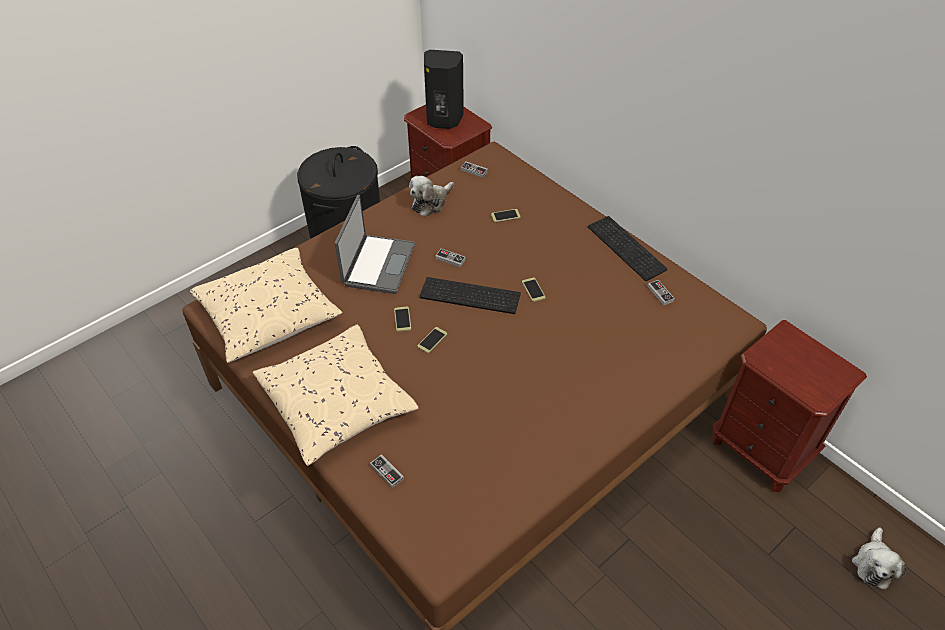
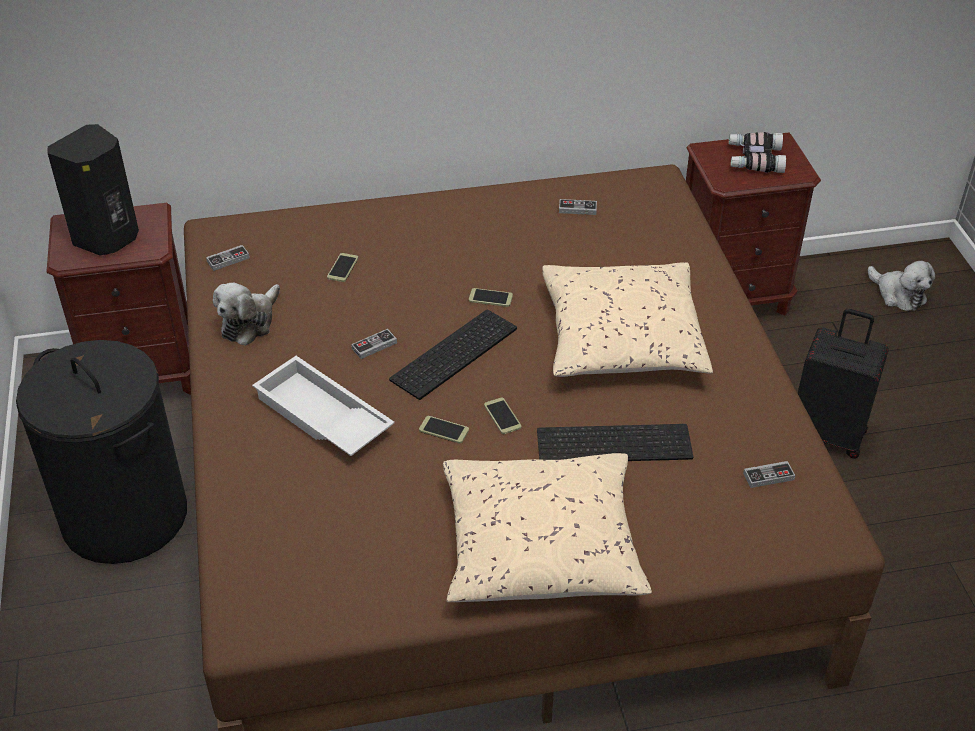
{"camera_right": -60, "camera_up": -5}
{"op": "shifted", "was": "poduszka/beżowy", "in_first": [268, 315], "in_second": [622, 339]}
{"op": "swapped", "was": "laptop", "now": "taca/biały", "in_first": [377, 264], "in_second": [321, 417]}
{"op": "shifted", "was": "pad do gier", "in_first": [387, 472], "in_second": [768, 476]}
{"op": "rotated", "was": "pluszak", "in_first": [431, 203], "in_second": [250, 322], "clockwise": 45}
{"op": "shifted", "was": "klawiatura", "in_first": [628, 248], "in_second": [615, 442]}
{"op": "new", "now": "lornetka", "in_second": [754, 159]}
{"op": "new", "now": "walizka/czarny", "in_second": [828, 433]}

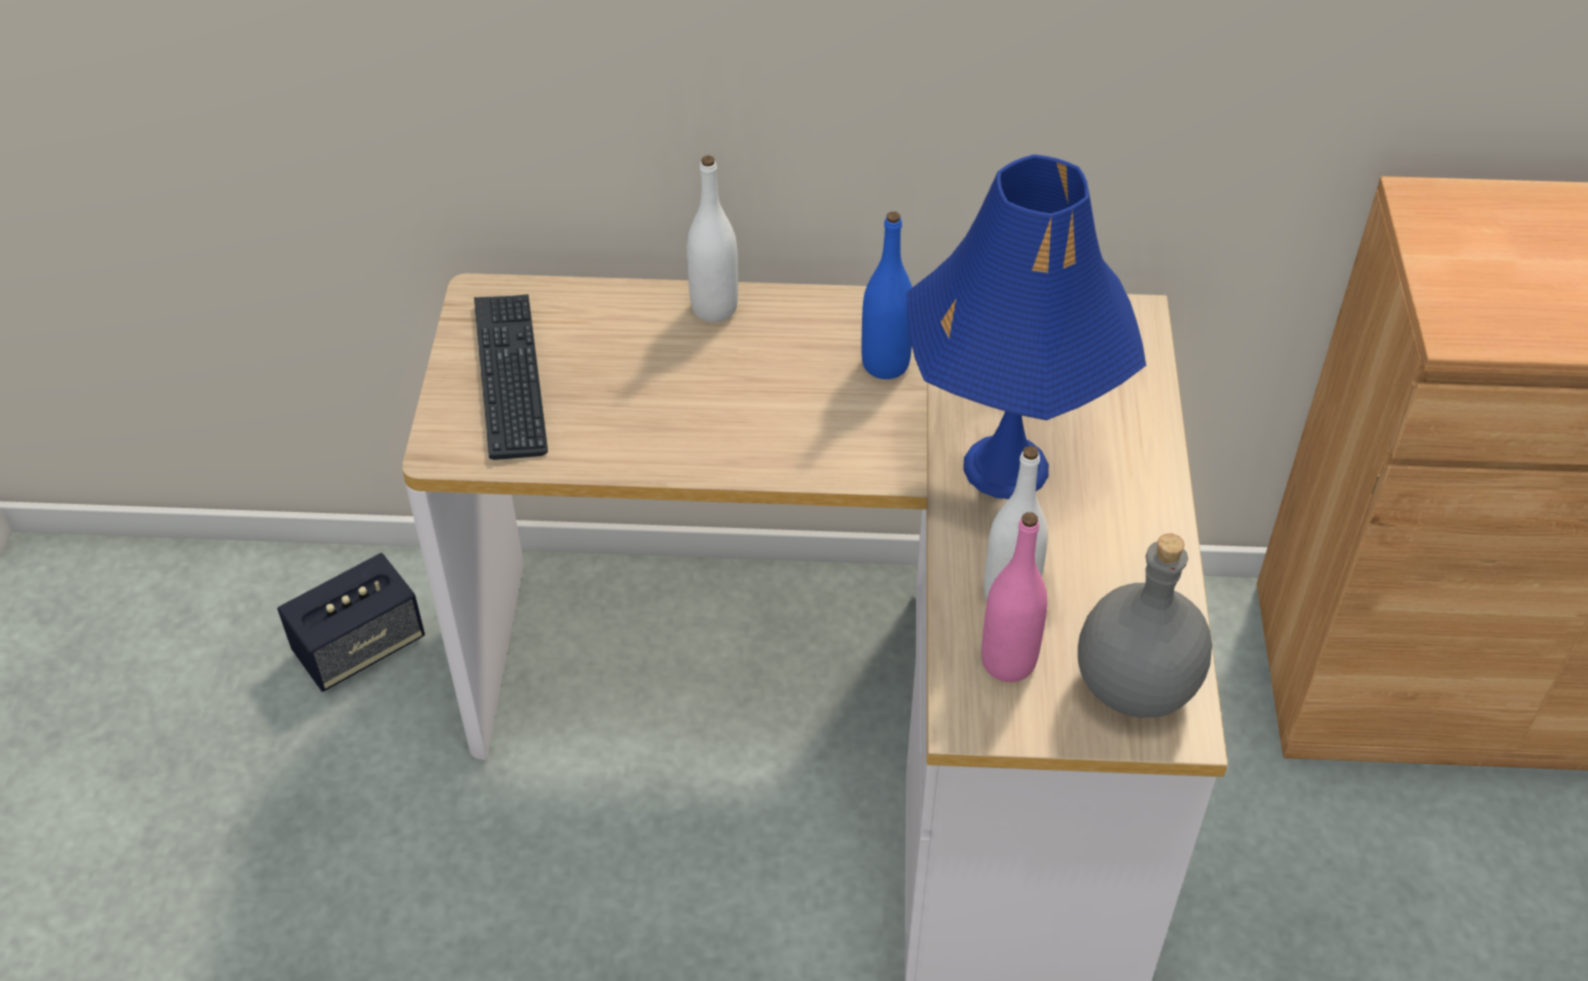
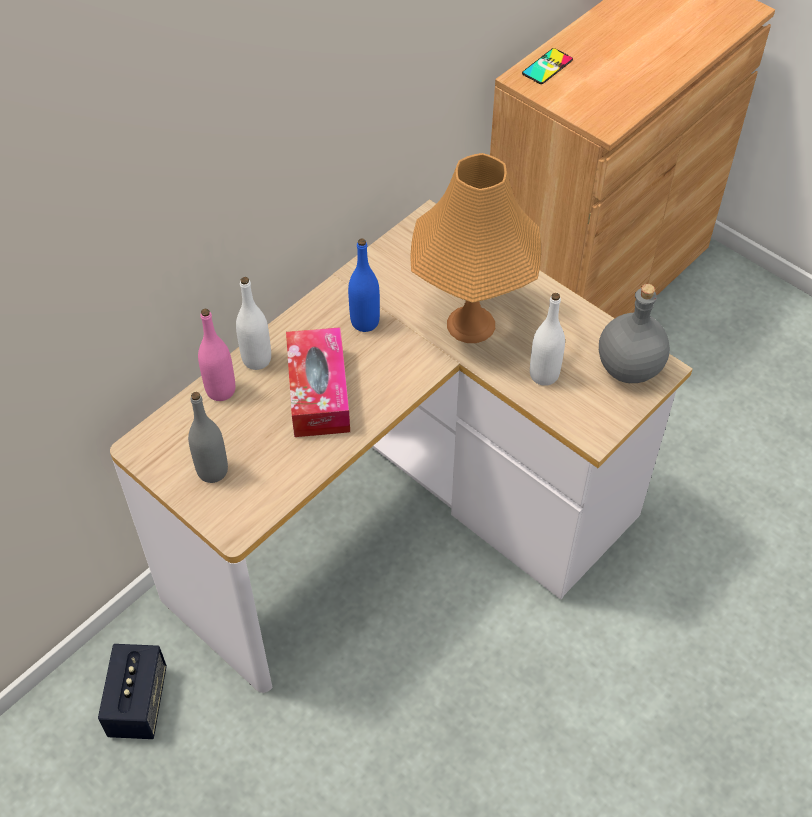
{"camera_right": -50, "camera_up": 5}
{"op": "swapped", "was": "klawiatura", "now": "butelka/szary", "in_first": [510, 377], "in_second": [212, 471]}
{"op": "repainted", "was": "lampa stołowa/niebieski", "now": "lampa stołowa/pomarańczowy", "in_first": [1005, 466], "in_second": [470, 324]}
{"op": "shifted", "was": "butelka/różowy", "in_first": [1008, 662], "in_second": [221, 390]}
{"op": "new", "now": "pudełko chusteczek", "in_second": [318, 392]}
{"op": "new", "now": "telefon", "in_second": [547, 66]}

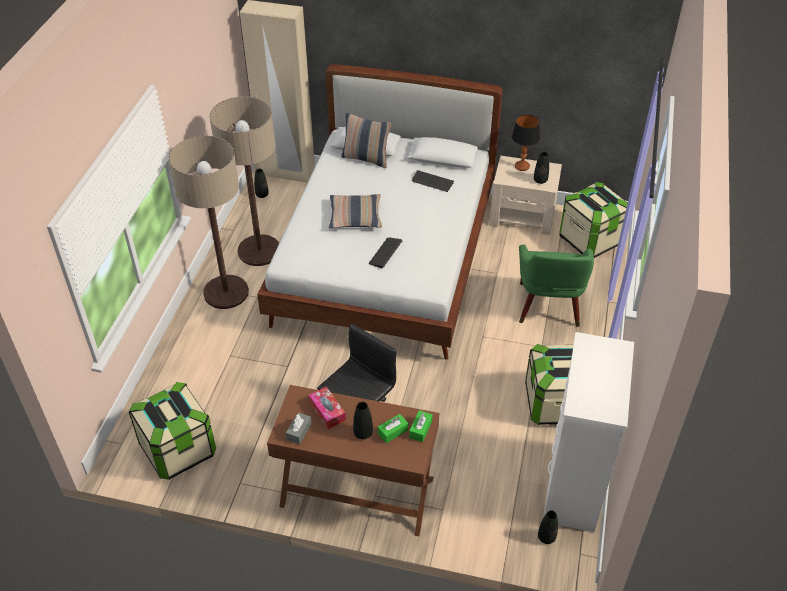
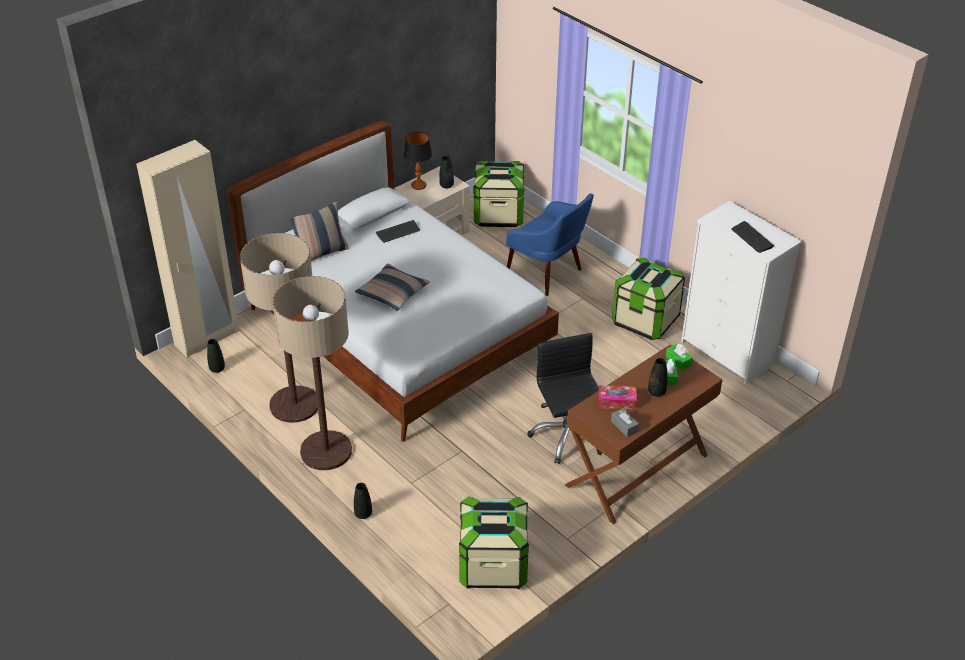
{"camera_right": -55, "camera_up": -5}
{"op": "shifted", "was": "klawiatura", "in_first": [385, 253], "in_second": [752, 238]}
{"op": "repainted", "was": "fotel/zielony", "now": "fotel/niebieski", "in_first": [548, 308], "in_second": [548, 274]}
{"op": "shifted", "was": "wazon/czarny", "in_first": [546, 537], "in_second": [363, 514]}

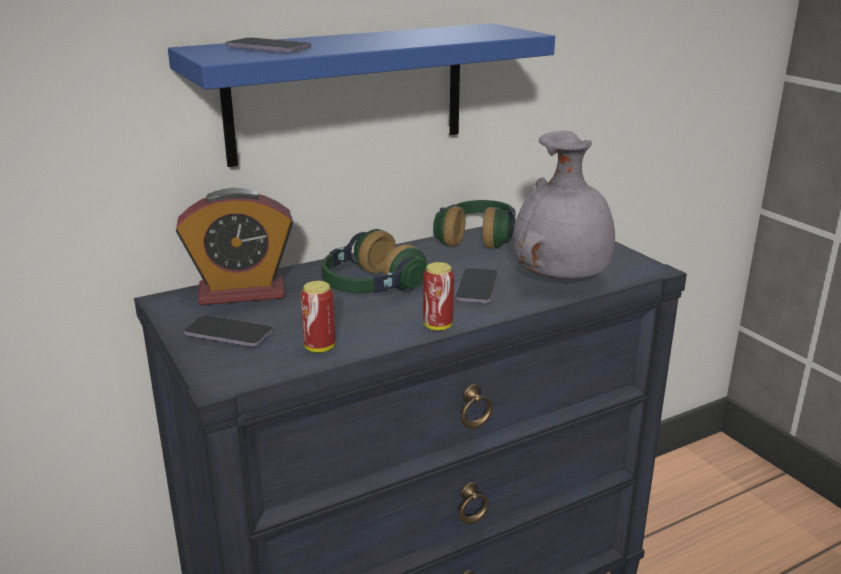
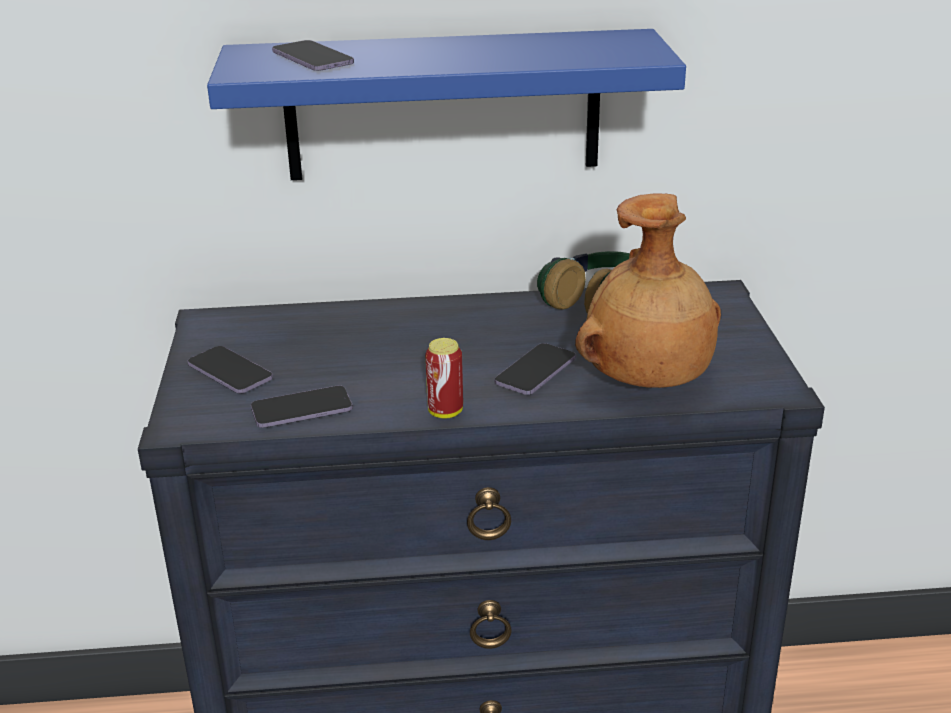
{"camera_right": 25, "camera_up": 5}
{"op": "gone", "was": "budzik", "in_first": [242, 293]}
{"op": "swapped", "was": "puszka", "now": "telefon", "in_first": [320, 348], "in_second": [302, 410]}
{"op": "gone", "was": "słuchawki", "in_first": [370, 288]}
{"op": "repainted", "was": "wazon/szary", "now": "wazon/brązowy", "in_first": [562, 279], "in_second": [648, 382]}

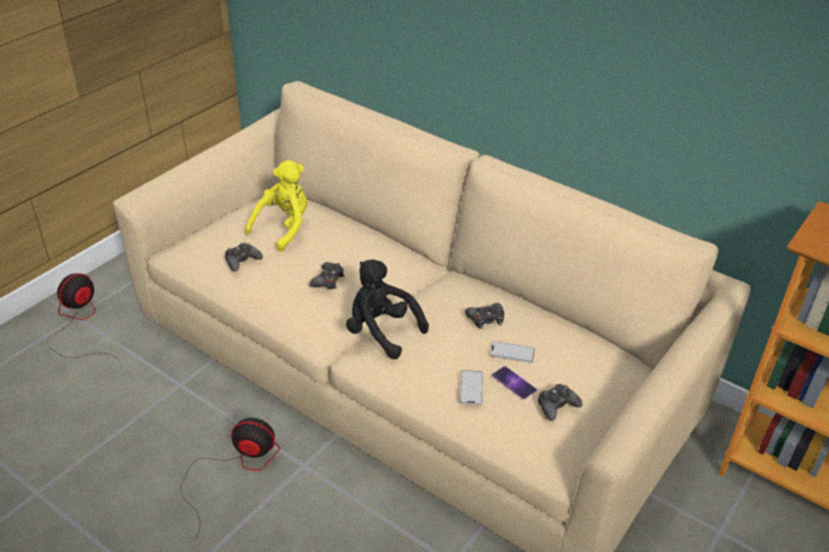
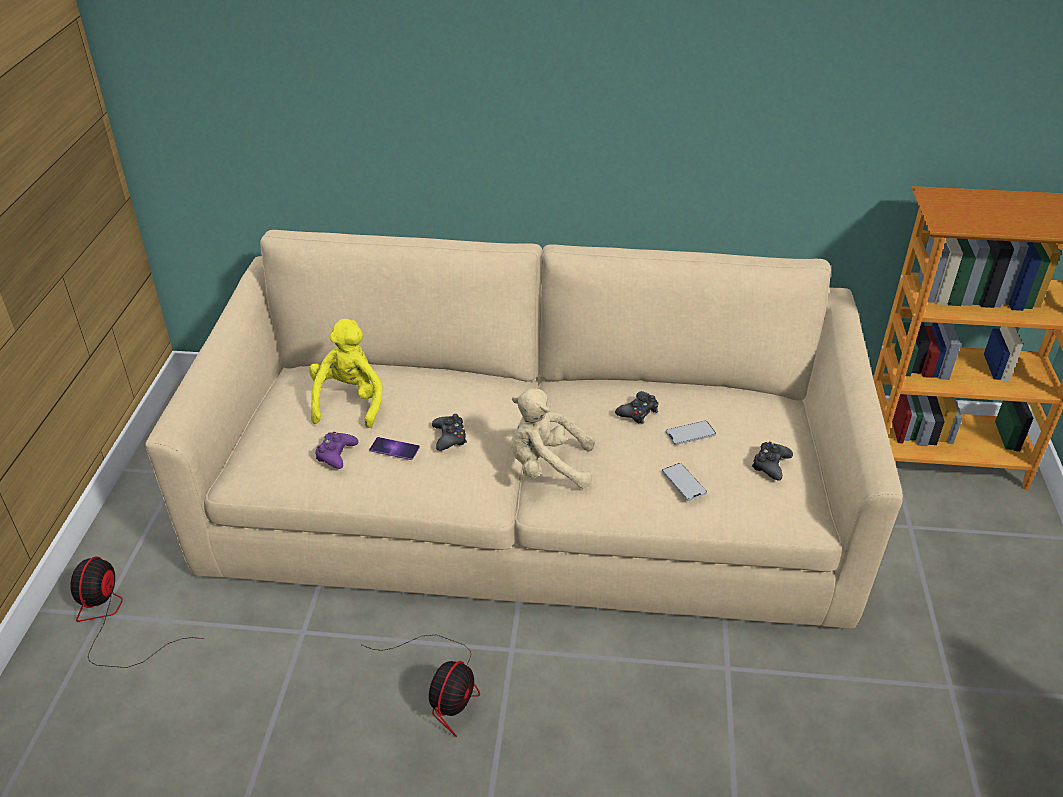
{"camera_right": -30, "camera_up": 0}
{"op": "rotated", "was": "wentylator", "in_first": [235, 468], "in_second": [443, 688], "clockwise": 135}
{"op": "repainted", "was": "pad do gier/czarny", "now": "pad do gier/fioletowy", "in_first": [242, 261], "in_second": [336, 454]}
{"op": "repainted", "was": "pluszak/czarny", "now": "pluszak/beżowy", "in_first": [381, 332], "in_second": [547, 467]}
{"op": "shifted", "was": "telefon", "in_first": [514, 383], "in_second": [394, 449]}

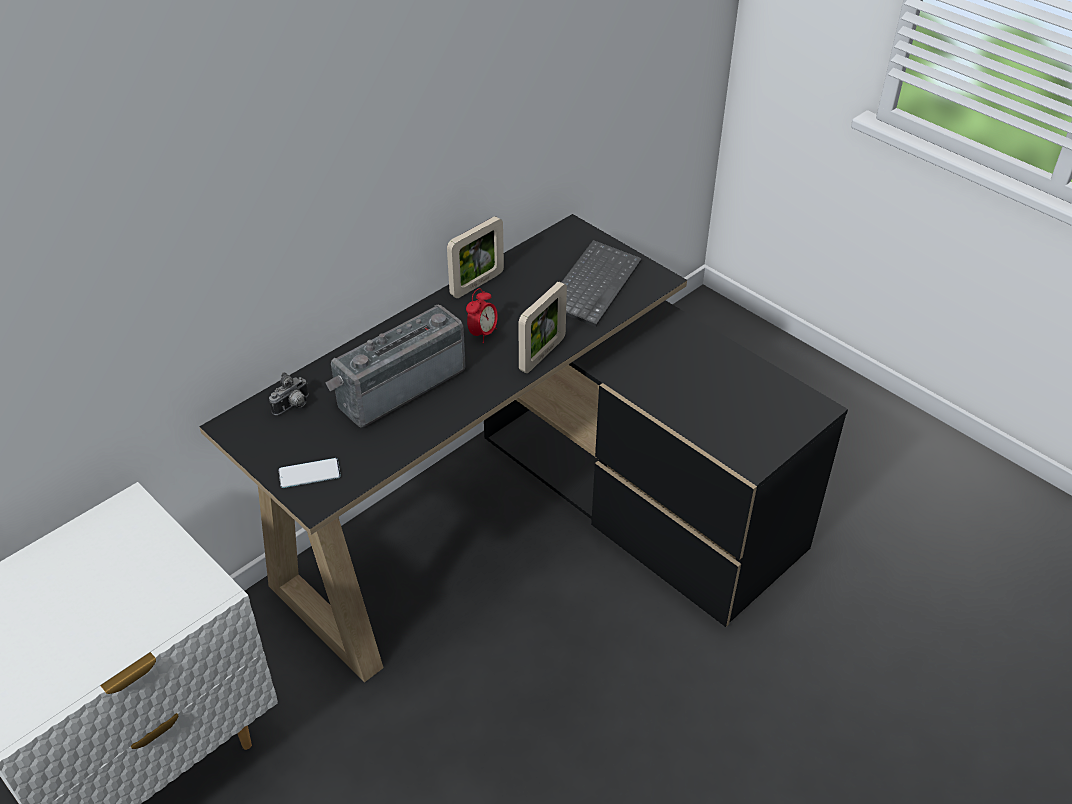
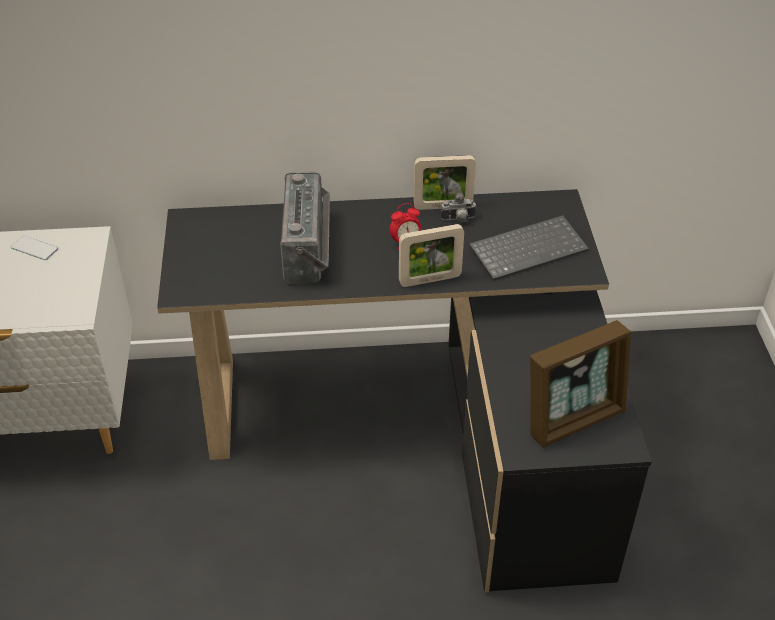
{"camera_right": 40, "camera_up": 0}
{"op": "shifted", "was": "aparat fotograficzny", "in_first": [293, 406], "in_second": [458, 220]}
{"op": "shifted", "was": "telefon", "in_first": [309, 473], "in_second": [34, 248]}
{"op": "rotated", "was": "radio", "in_first": [398, 385], "in_second": [310, 248], "clockwise": 90}
{"op": "new", "now": "ramka na zdjęcie", "in_second": [574, 418]}

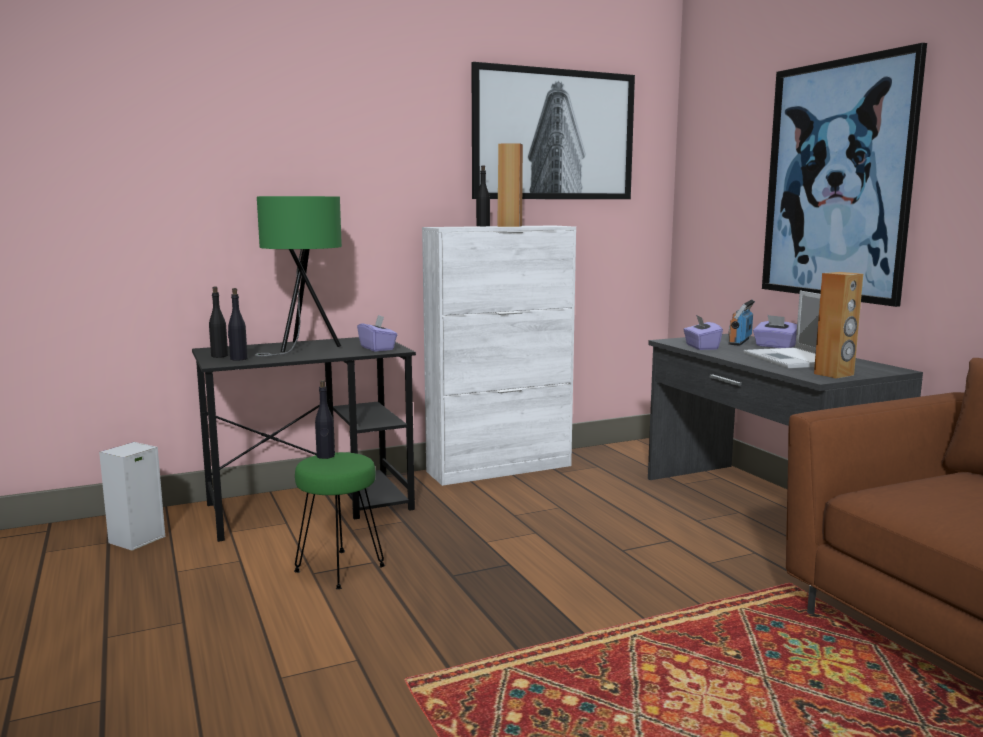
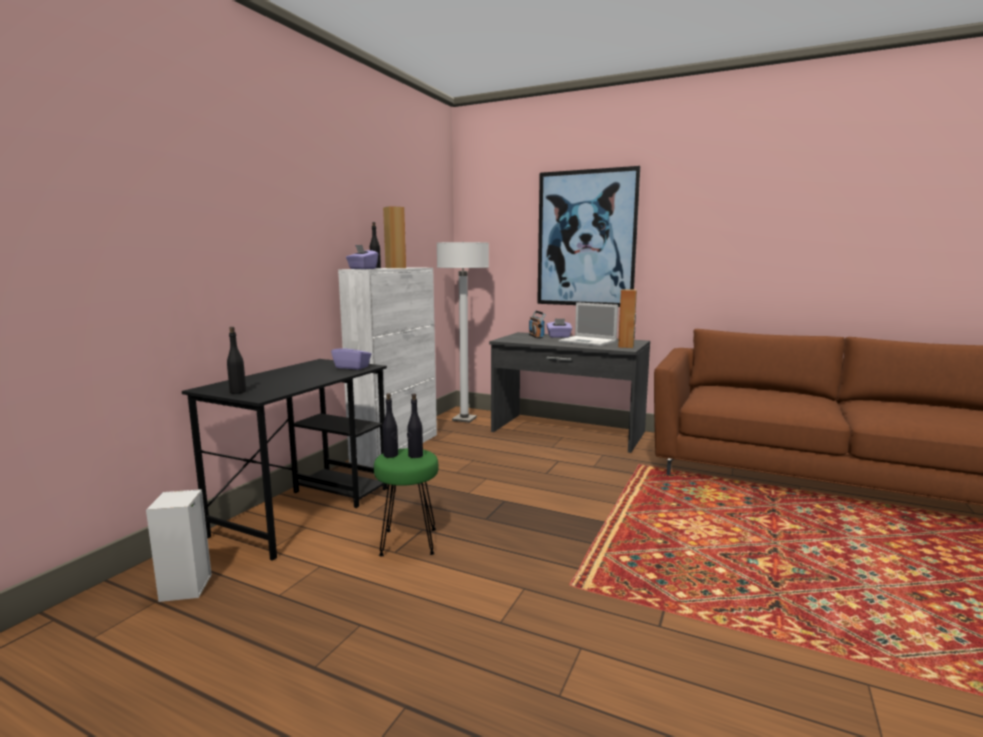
{"camera_right": -40, "camera_up": 0}
{"op": "shifted", "was": "butelka/czarny", "in_first": [238, 359], "in_second": [415, 455]}
{"op": "gone", "was": "lampa stołowa/zielony", "in_first": [302, 349]}
{"op": "gone", "was": "obraz", "in_first": [553, 135]}
{"op": "shifted", "was": "pudełko chusteczek/fioletowy", "in_first": [701, 347], "in_second": [362, 268]}
{"op": "new", "now": "lampa stojąca/biały", "in_second": [464, 419]}

